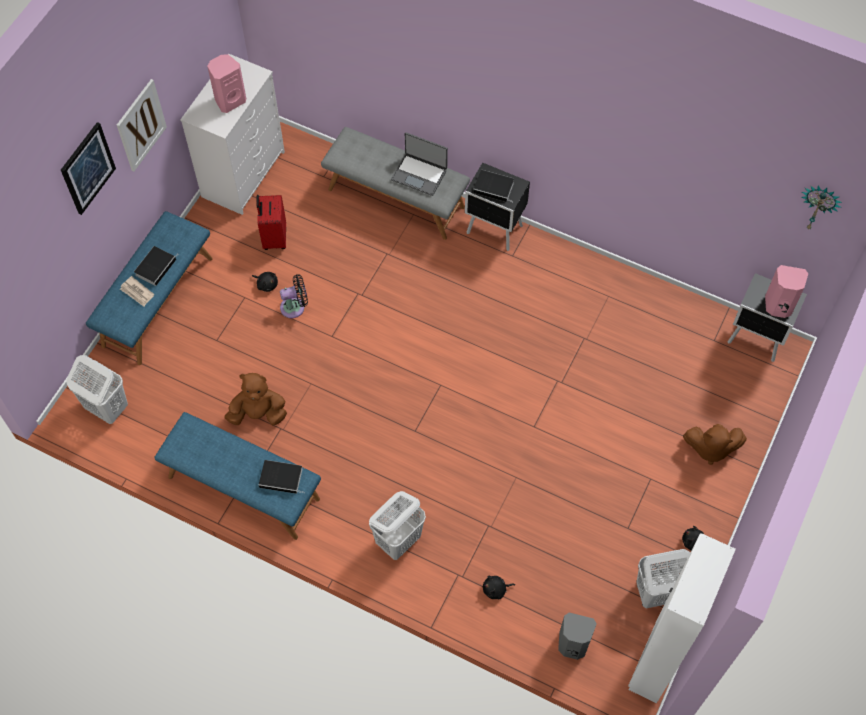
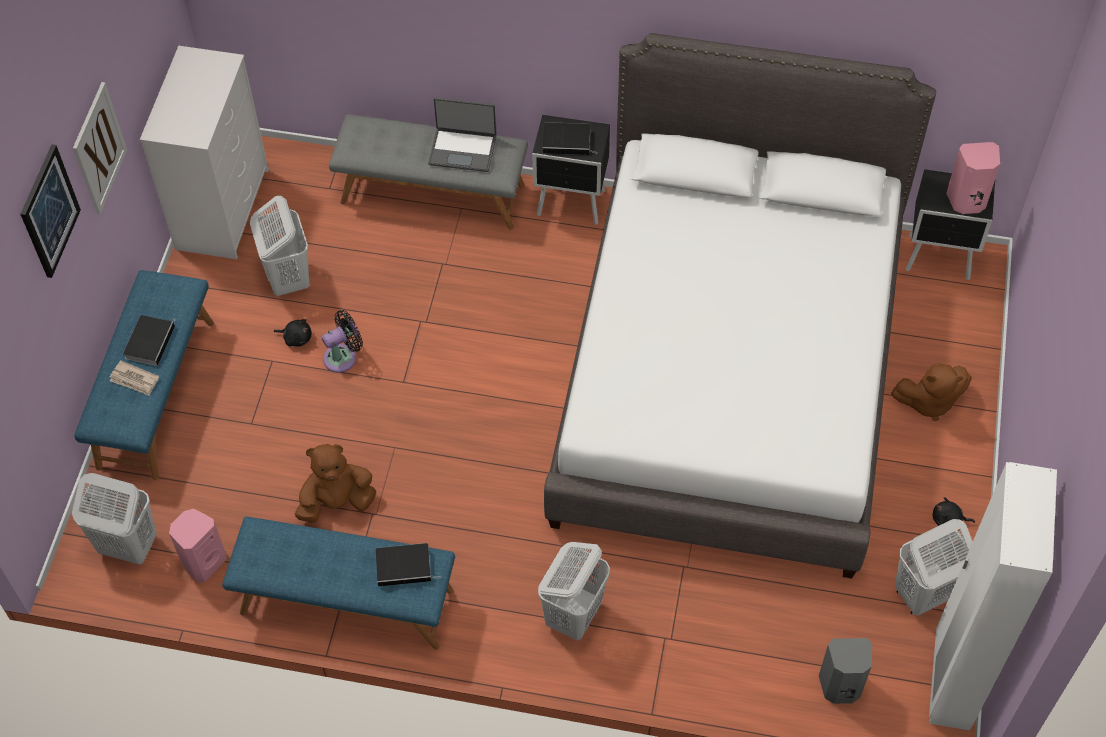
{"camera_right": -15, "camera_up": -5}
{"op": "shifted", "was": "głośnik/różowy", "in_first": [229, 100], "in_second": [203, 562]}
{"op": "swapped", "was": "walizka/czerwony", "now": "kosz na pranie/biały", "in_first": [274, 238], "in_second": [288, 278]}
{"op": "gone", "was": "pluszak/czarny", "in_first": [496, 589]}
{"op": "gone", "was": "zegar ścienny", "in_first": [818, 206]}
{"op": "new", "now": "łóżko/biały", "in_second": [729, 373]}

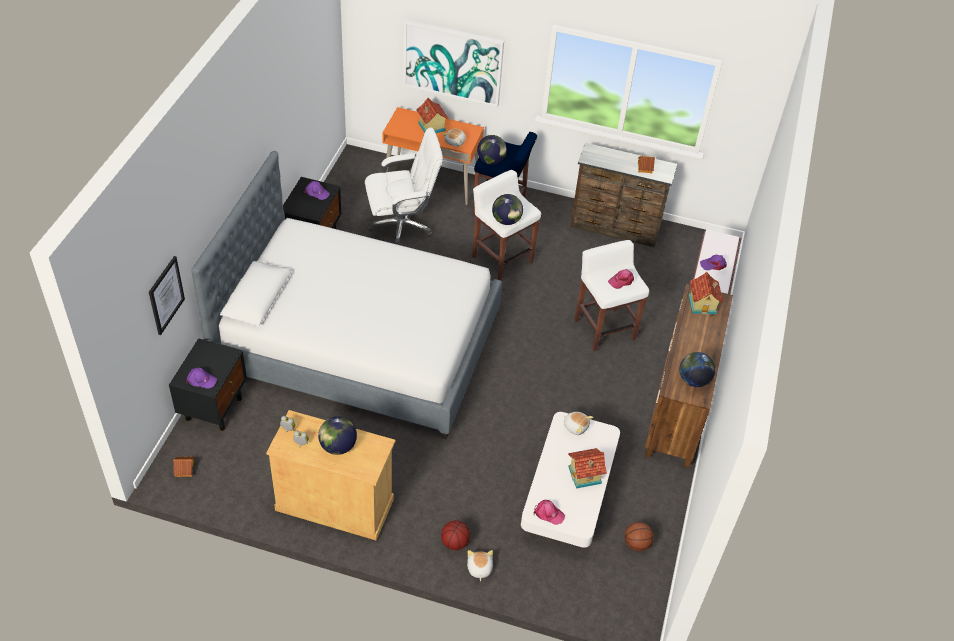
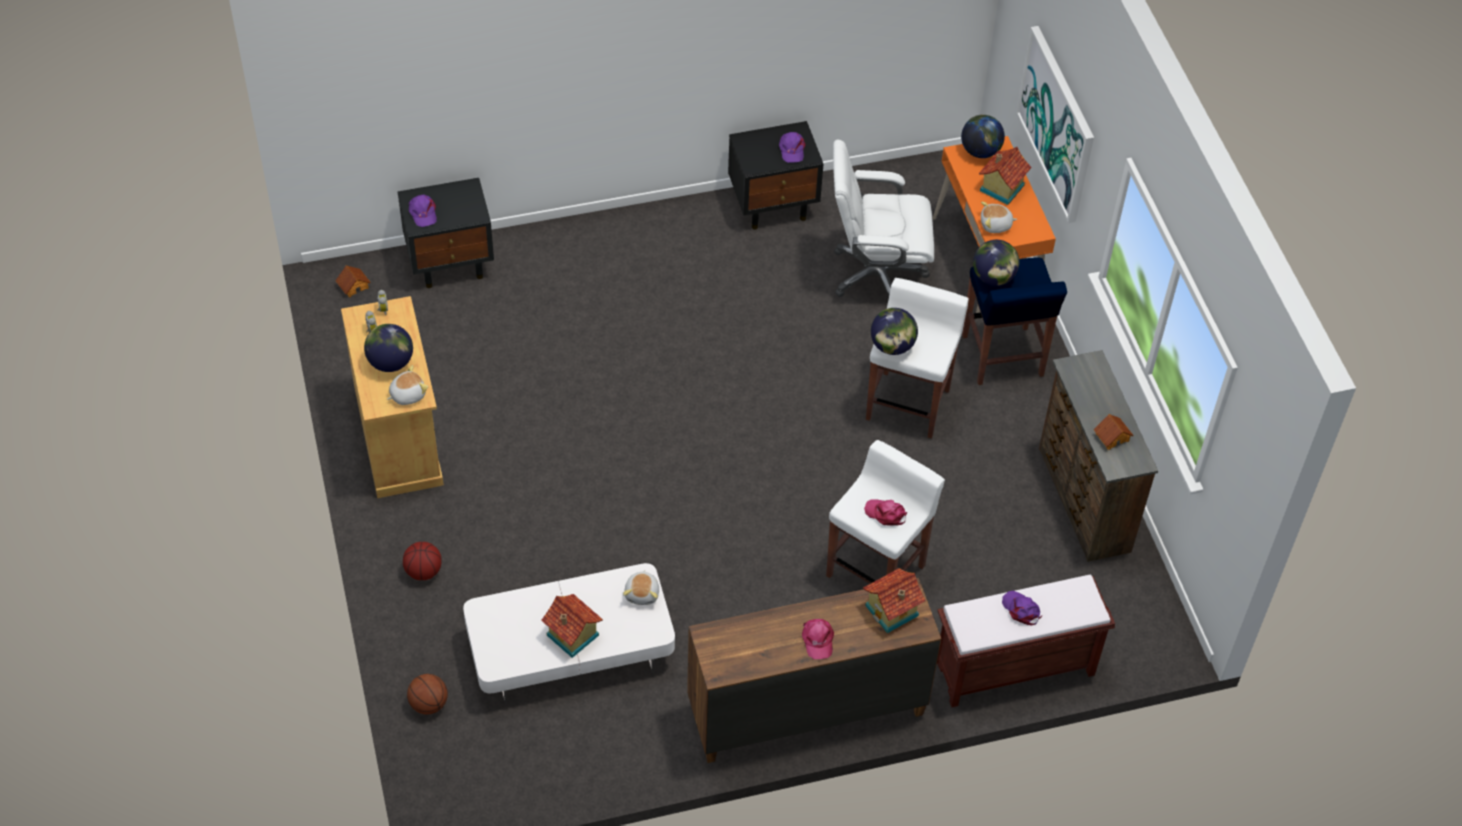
{"camera_right": 60, "camera_up": 5}
{"op": "gone", "was": "obraz", "in_first": [166, 295]}
{"op": "gone", "was": "łóżko", "in_first": [358, 343]}
{"op": "rotated", "was": "krzesło biurowe/biały", "in_first": [401, 226], "in_second": [876, 274], "clockwise": 135}
{"op": "shifted", "was": "pluszak", "in_first": [479, 568], "in_second": [407, 394]}
{"op": "shifted", "was": "czapka z daszkiem/różowy", "in_first": [548, 513], "in_second": [817, 640]}
{"op": "shifted", "was": "piłka do koszykówki", "in_first": [636, 544], "in_second": [428, 704]}
{"op": "shifted", "was": "globus", "in_first": [693, 380], "in_second": [980, 151]}

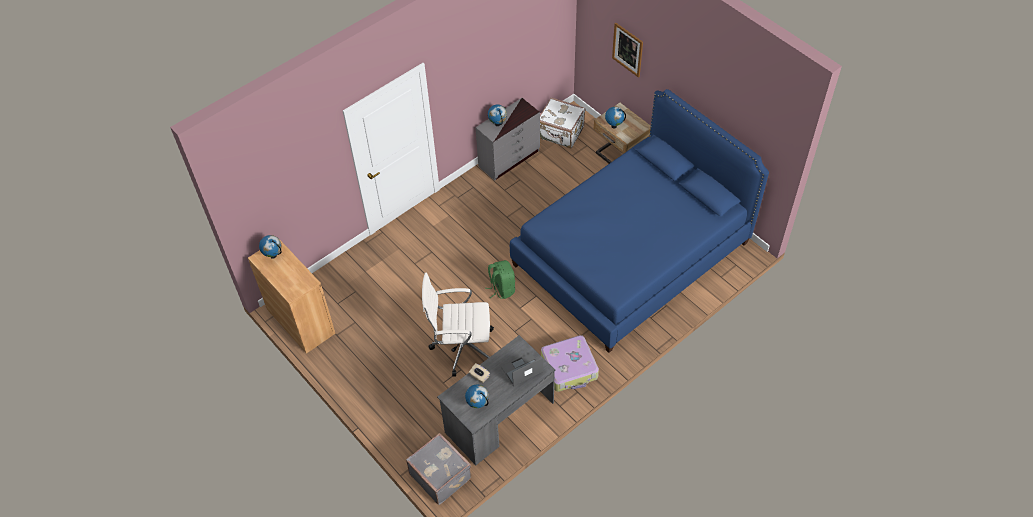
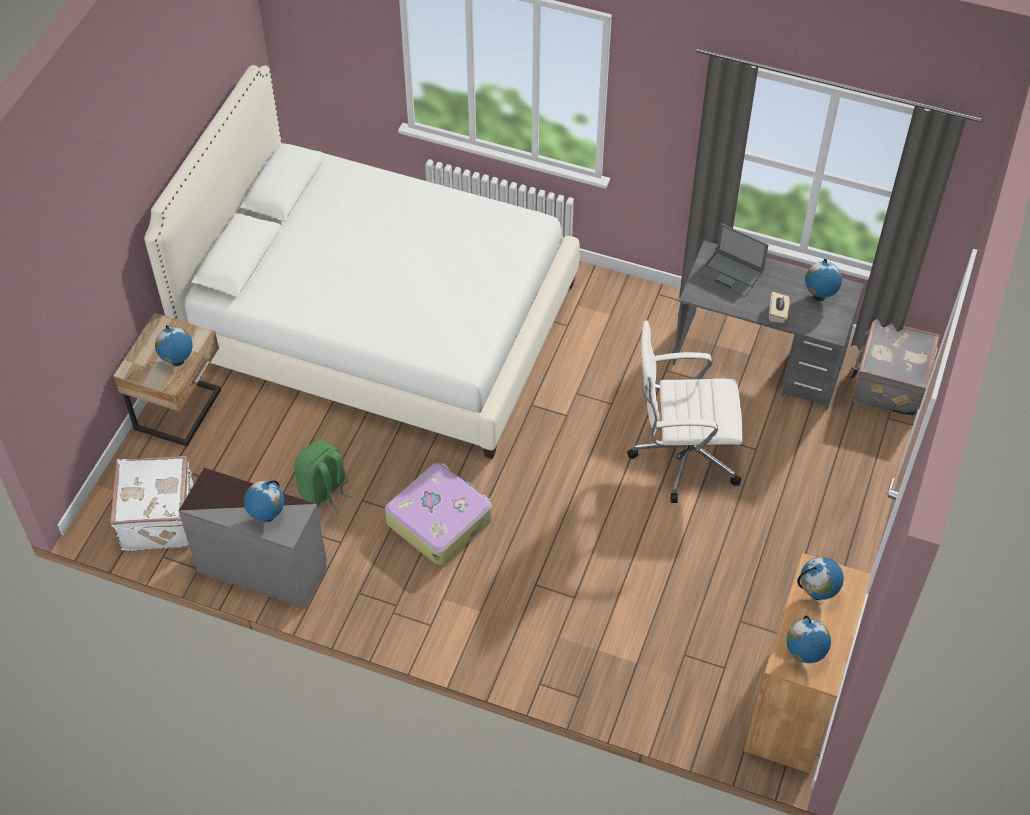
{"camera_right": -120, "camera_up": 0}
{"op": "rotated", "was": "krzesło biurowe/biały", "in_first": [461, 347], "in_second": [682, 455], "clockwise": 120}
{"op": "shifted", "was": "plecak/zielony", "in_first": [501, 288], "in_second": [324, 491]}
{"op": "repainted", "was": "łóżko/niebieski", "now": "łóżko/biały", "in_first": [631, 253], "in_second": [380, 322]}
{"op": "shifted", "was": "walizka", "in_first": [570, 368], "in_second": [439, 520]}
{"op": "gone", "was": "obraz", "in_first": [627, 49]}
{"op": "new", "now": "globus", "in_second": [817, 594]}

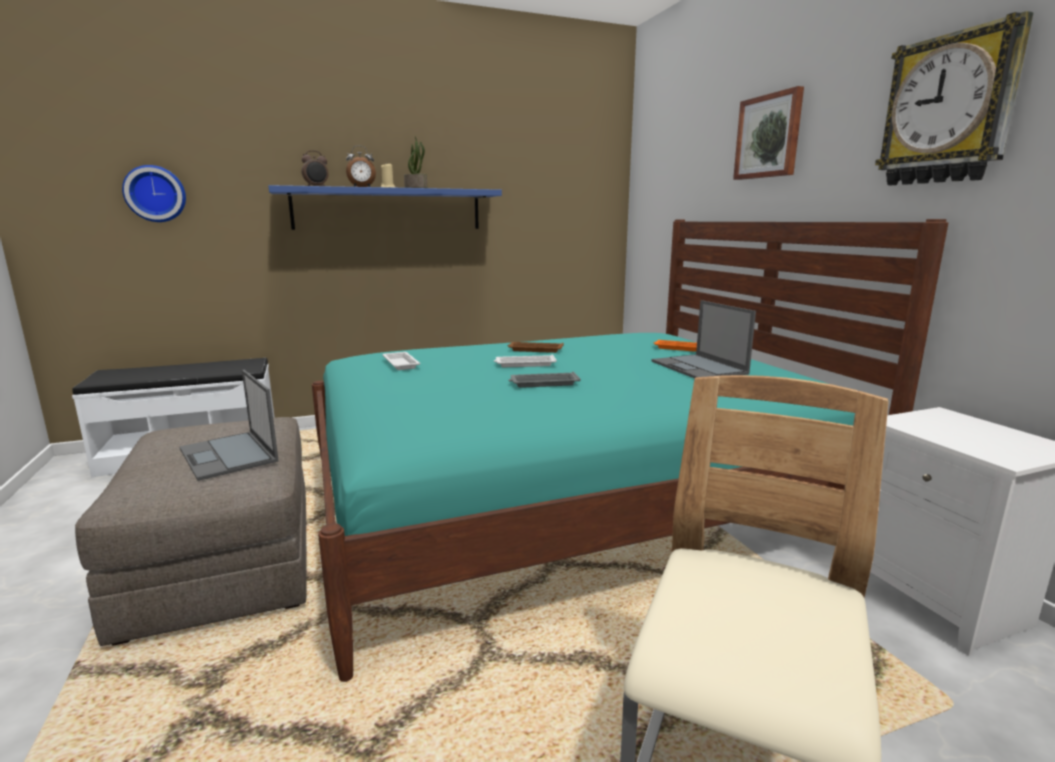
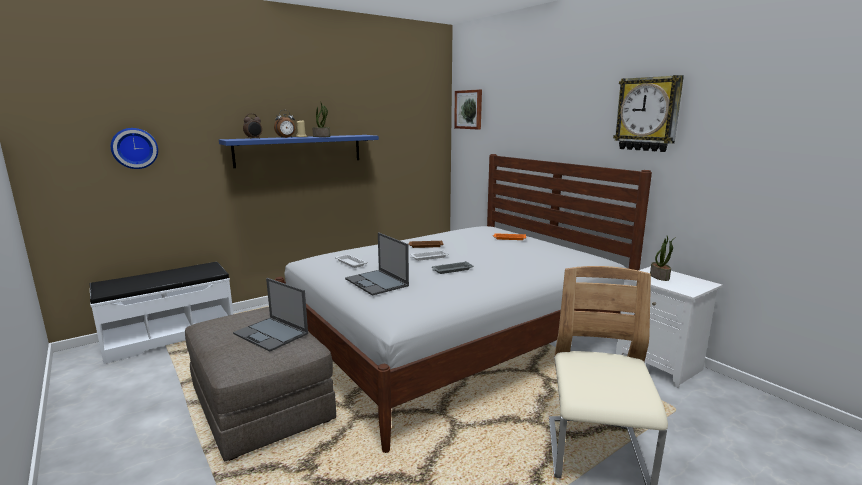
{"camera_right": -15, "camera_up": 0}
{"op": "repainted", "was": "łóżko/turkusowy", "now": "łóżko/biały", "in_first": [567, 502], "in_second": [454, 338]}
{"op": "shifted", "was": "laptop", "in_first": [699, 368], "in_second": [377, 282]}
{"op": "shifted", "was": "obraz", "in_first": [768, 136], "in_second": [469, 109]}
{"op": "new", "now": "roślina doniczkowa", "in_second": [660, 277]}

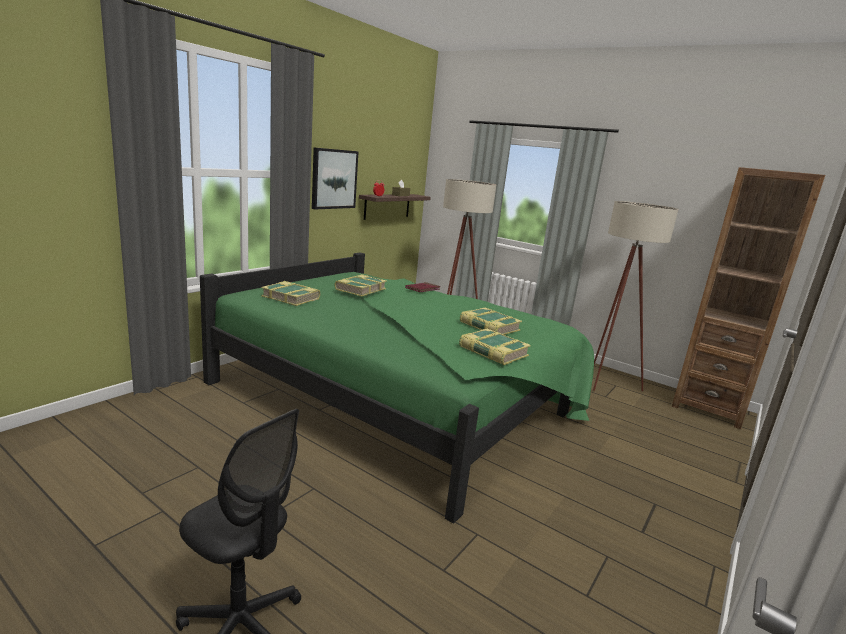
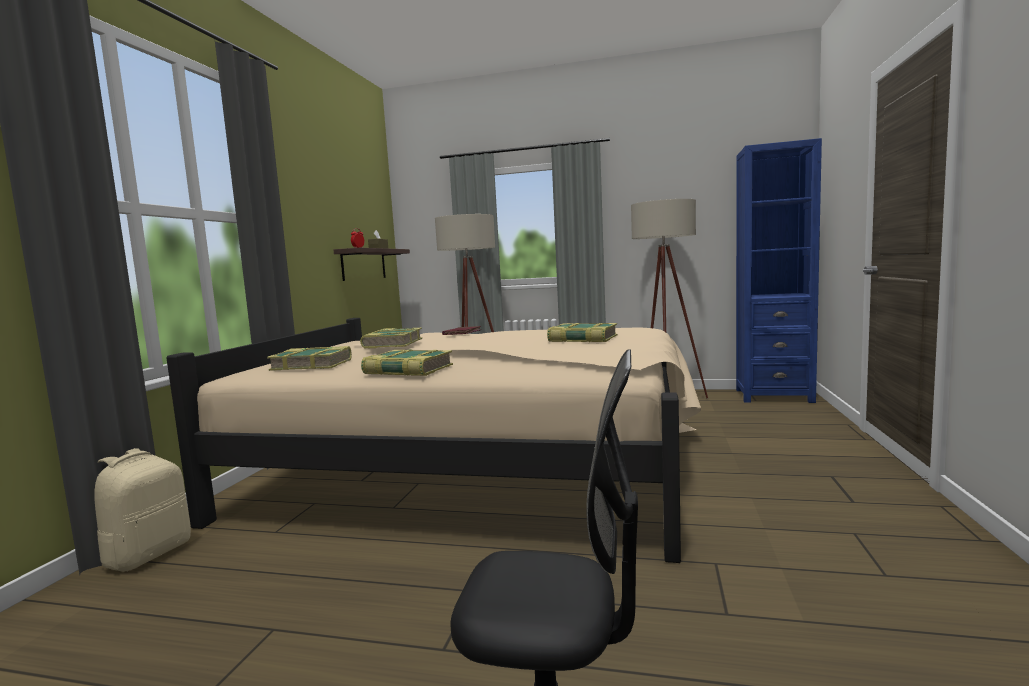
{"camera_right": -20, "camera_up": -10}
{"op": "repainted", "was": "łóżko/zielony", "now": "łóżko/beżowy", "in_first": [402, 398], "in_second": [483, 467]}
{"op": "gone", "was": "obraz", "in_first": [334, 179]}
{"op": "shifted", "was": "książka", "in_first": [493, 352], "in_second": [408, 370]}
{"op": "repainted", "was": "regał/brązowy", "now": "regał/niebieski", "in_first": [708, 408], "in_second": [773, 396]}
{"op": "new", "now": "plecak/beżowy", "in_second": [147, 554]}

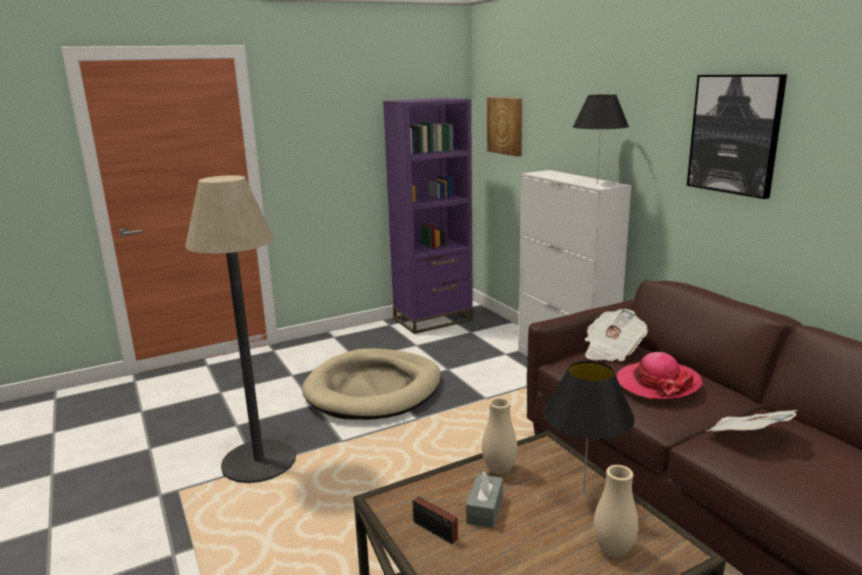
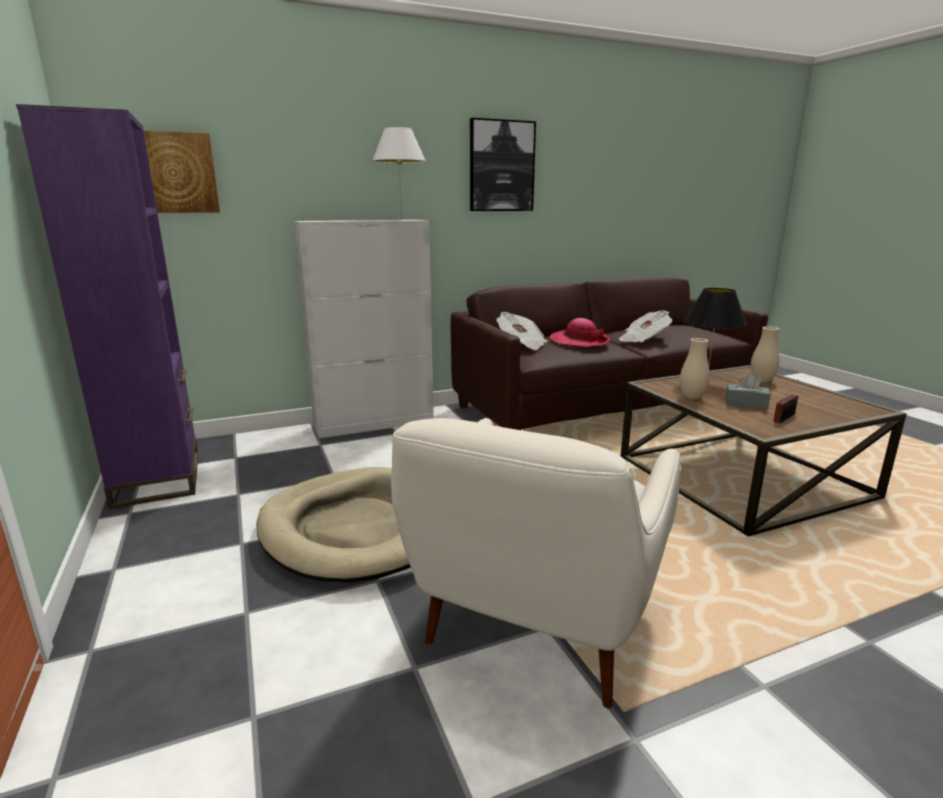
{"camera_right": -85, "camera_up": 0}
{"op": "swapped", "was": "lampa stojąca", "now": "fotel/biały", "in_first": [259, 462], "in_second": [536, 625]}
{"op": "repainted", "was": "lampa stołowa/czarny", "now": "lampa stołowa/biały", "in_first": [597, 183], "in_second": [401, 220]}

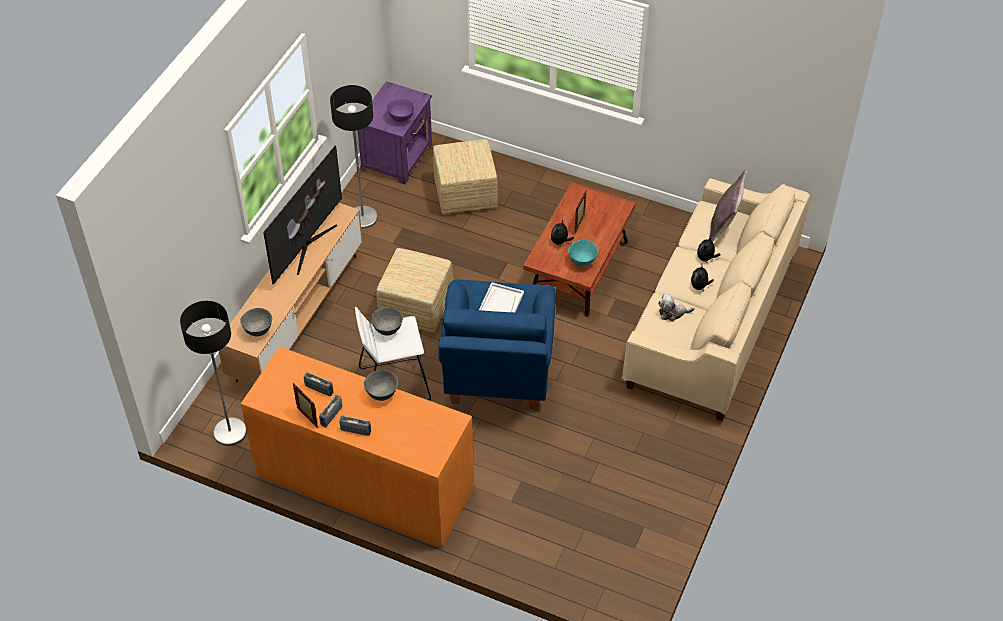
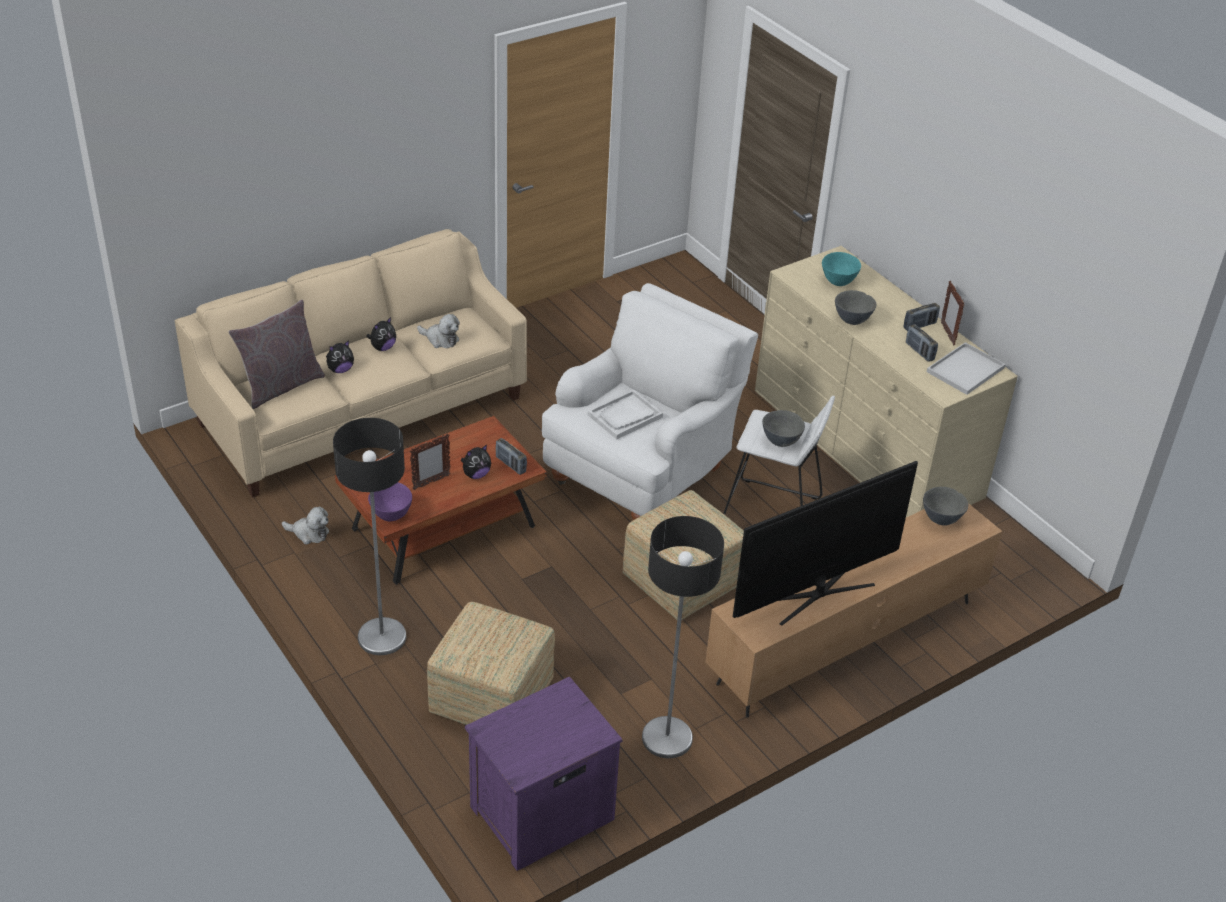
{"camera_right": -150, "camera_up": -10}
{"op": "shifted", "was": "lampa stojąca", "in_first": [230, 432], "in_second": [382, 637]}
{"op": "repainted", "was": "komoda/pomarańczowy", "now": "komoda/beżowy", "in_first": [364, 482], "in_second": [866, 443]}
{"op": "shifted", "was": "radio", "in_first": [356, 431], "in_second": [510, 465]}
{"op": "shifted", "was": "miska/fioletowy", "in_first": [401, 118], "in_second": [391, 516]}
{"op": "repainted", "was": "fotel/niebieski", "now": "fotel/biały", "in_first": [498, 372], "in_second": [642, 471]}
{"op": "shifted", "was": "miska/turkusowy", "in_first": [582, 262], "in_second": [838, 282]}
{"op": "new", "now": "pluszak", "in_second": [309, 533]}
{"op": "new", "now": "taca/biały", "in_second": [965, 371]}

